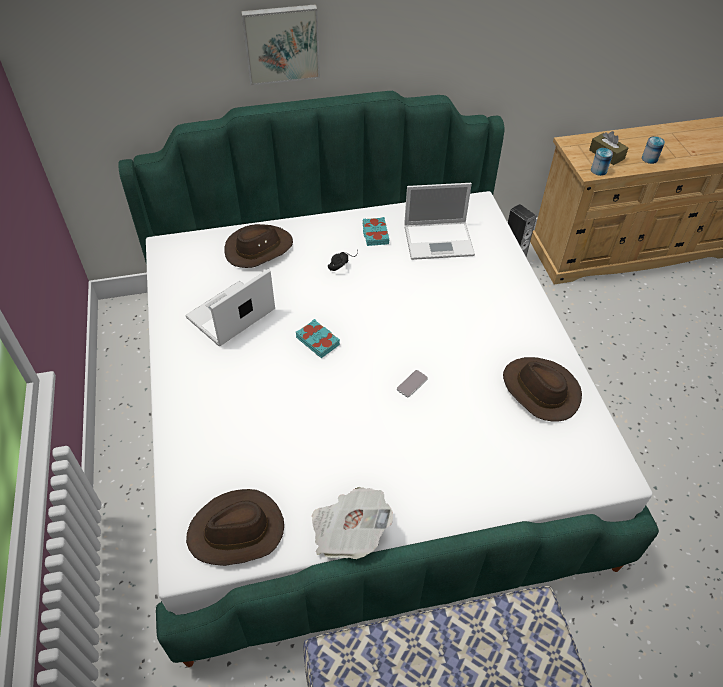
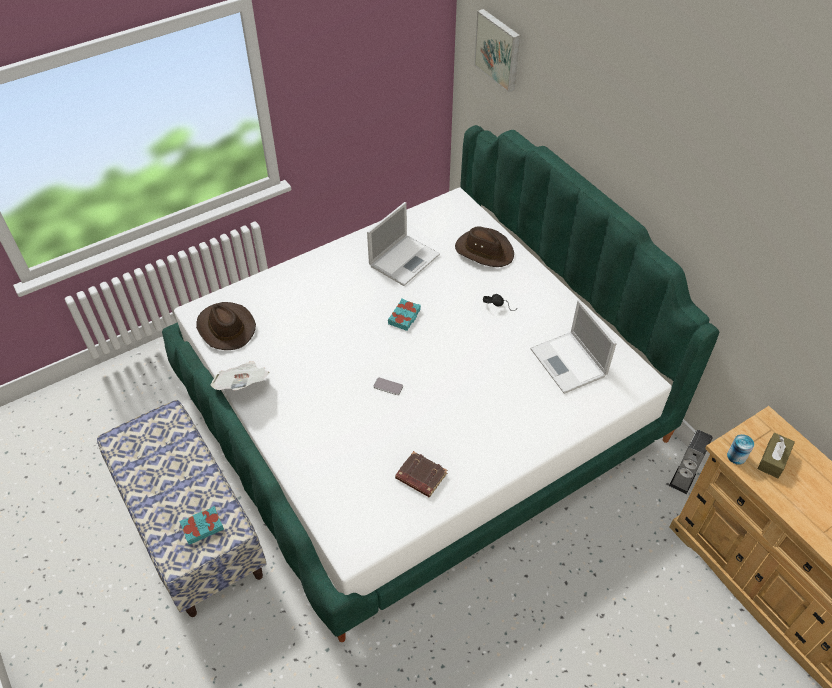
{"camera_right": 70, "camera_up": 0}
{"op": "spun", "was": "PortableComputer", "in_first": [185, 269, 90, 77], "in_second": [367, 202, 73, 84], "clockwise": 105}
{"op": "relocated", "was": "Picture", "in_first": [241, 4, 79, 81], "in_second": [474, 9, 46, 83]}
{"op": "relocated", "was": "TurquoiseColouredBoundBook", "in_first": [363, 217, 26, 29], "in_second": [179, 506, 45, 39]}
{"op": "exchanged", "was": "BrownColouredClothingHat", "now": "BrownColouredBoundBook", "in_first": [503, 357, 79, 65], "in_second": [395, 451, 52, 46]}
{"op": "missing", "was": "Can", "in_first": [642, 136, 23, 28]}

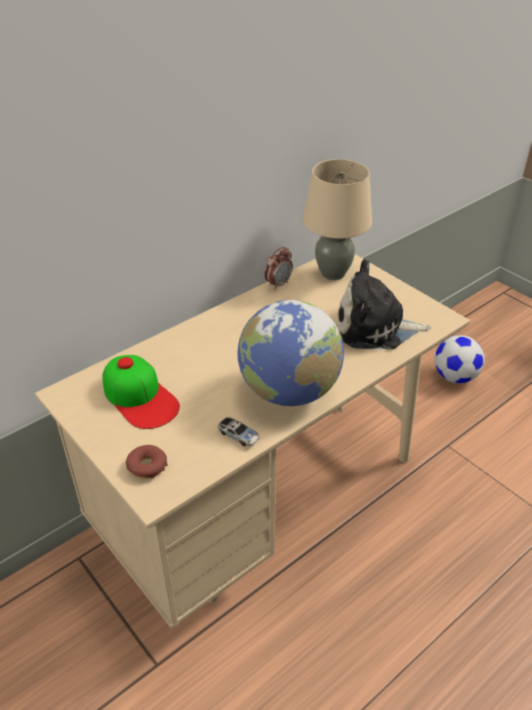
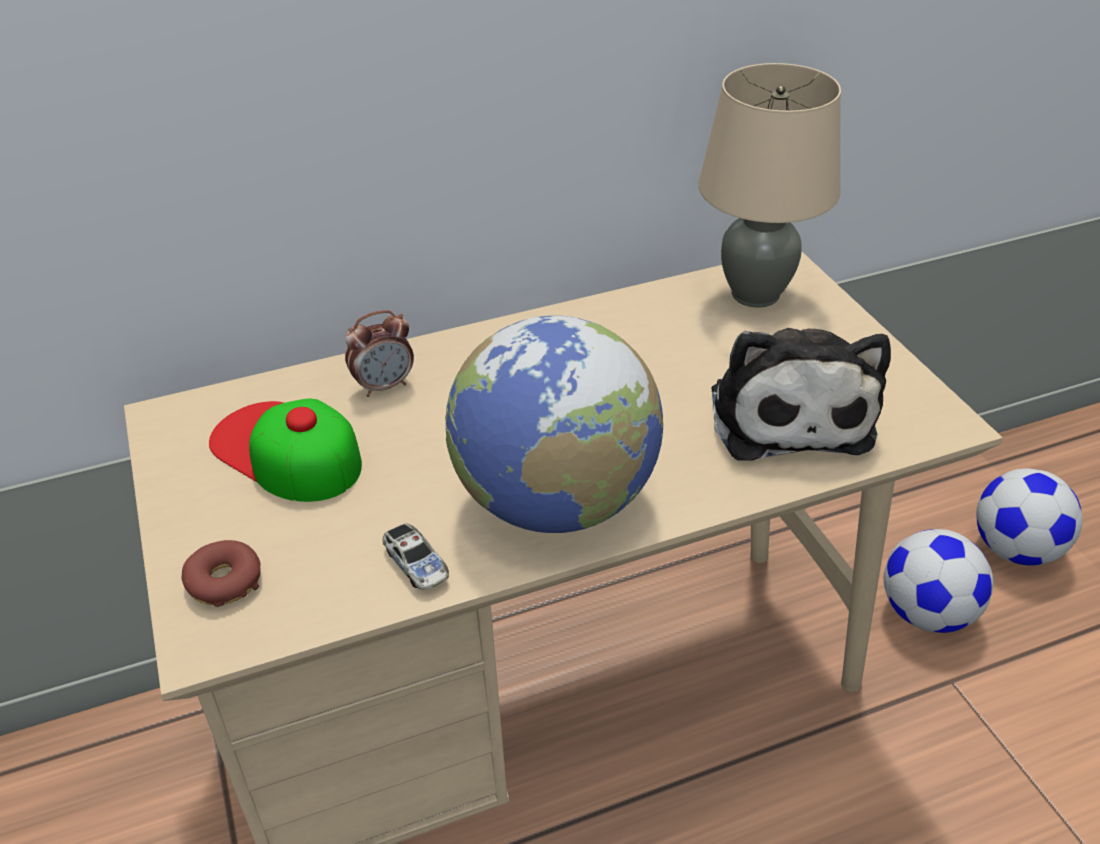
{"camera_right": 20, "camera_up": 0}
{"op": "spun", "was": "PeakedCap", "in_first": [102, 355, 78, 74], "in_second": [209, 399, 153, 103], "clockwise": 150}
{"op": "relocated", "was": "AlarmClock", "in_first": [264, 247, 29, 43], "in_second": [345, 310, 69, 87]}
{"op": "spun", "was": "CuddlyToy", "in_first": [337, 259, 94, 90], "in_second": [711, 328, 180, 133], "clockwise": -120}
{"op": "appeared", "now": "FootballBall", "in_second": [884, 529, 109, 104]}

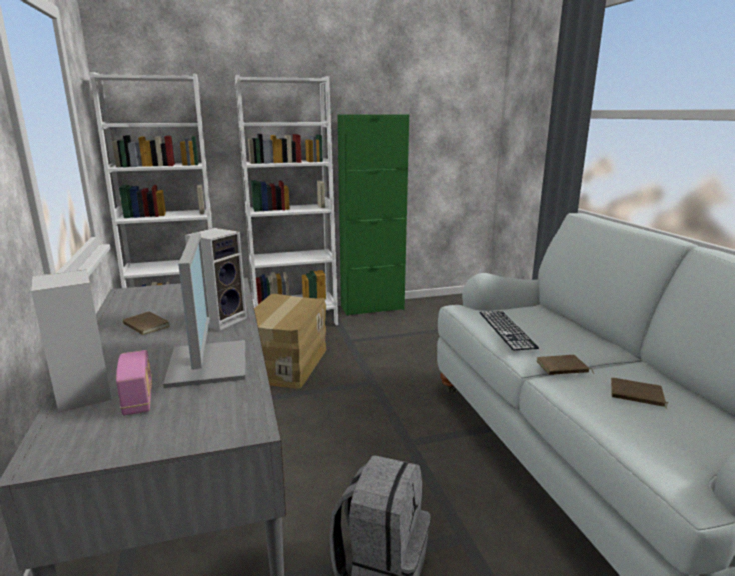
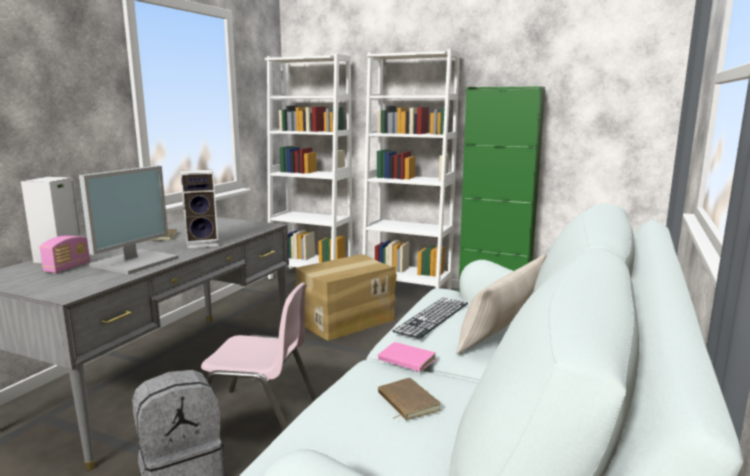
{"camera_right": 40, "camera_up": -5}
{"op": "colour", "was": "BrownColouredBoundBook", "now": "PinkishBoundBook", "in_first": [537, 355, 57, 20], "in_second": [378, 342, 58, 30]}
{"op": "appeared", "now": "PinkishUprightChair", "in_second": [201, 283, 116, 148]}
{"op": "appeared", "now": "SandColouredPillow", "in_second": [456, 254, 90, 100]}

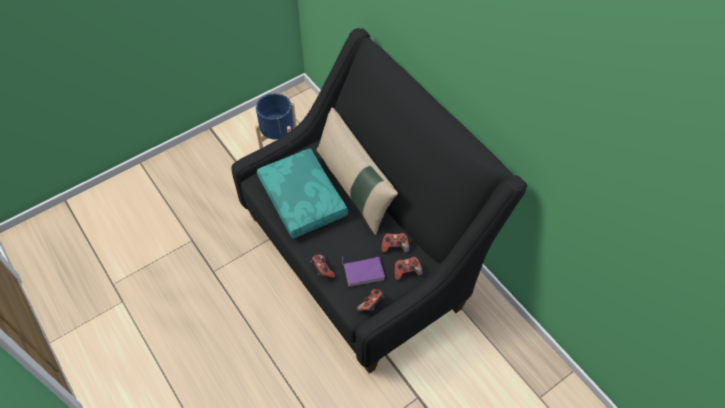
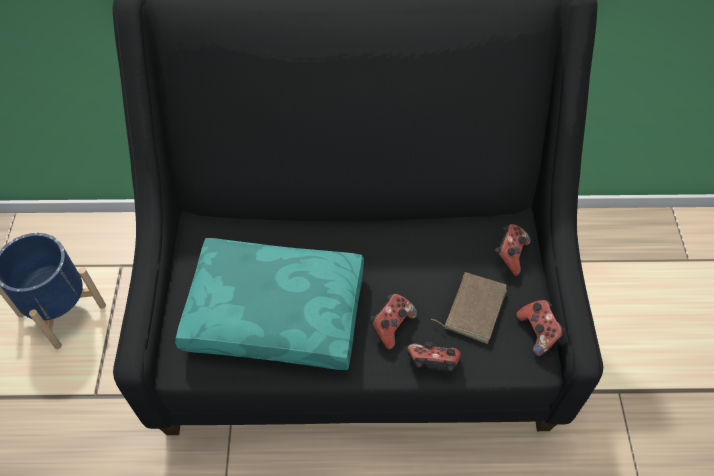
{"camera_right": -55, "camera_up": 0}
{"op": "missing", "was": "SandColouredPillow", "in_first": [317, 107, 81, 128]}
{"op": "colour", "was": "PurplishBoundBook", "now": "BrownColouredBoundBook", "in_first": [342, 257, 43, 30], "in_second": [431, 272, 76, 72]}
{"op": "relocated", "was": "GameController", "in_first": [382, 233, 27, 20], "in_second": [370, 294, 47, 56]}

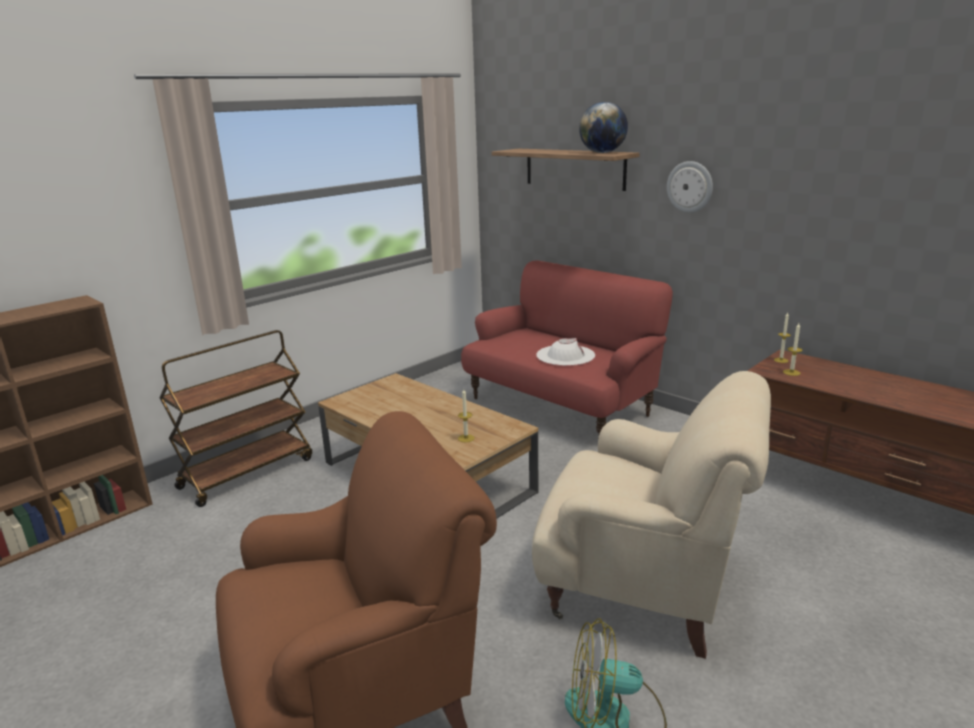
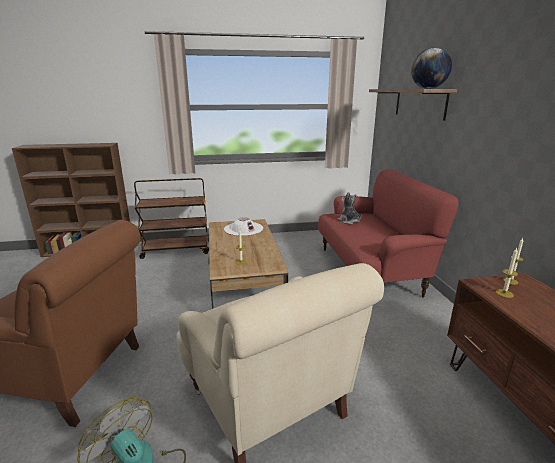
{"camera_right": 35, "camera_up": 0}
{"op": "relocated", "was": "WhiteColouredClothingHat", "in_first": [536, 338, 59, 28], "in_second": [224, 217, 39, 19]}
{"op": "missing", "was": "ClockOnTheWall", "in_first": [667, 161, 46, 52]}
{"op": "appeared", "now": "CuddlyToy", "in_second": [338, 192, 24, 32]}

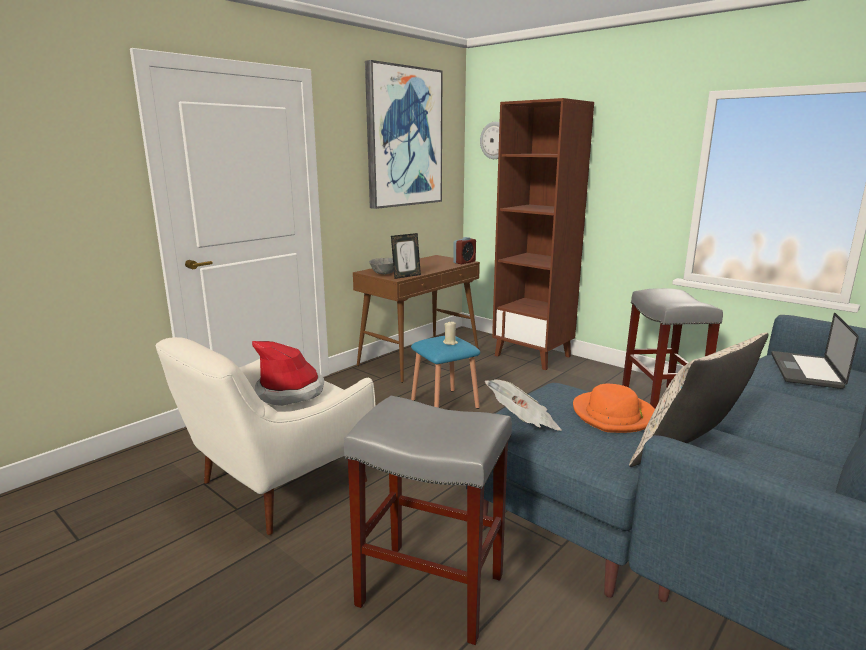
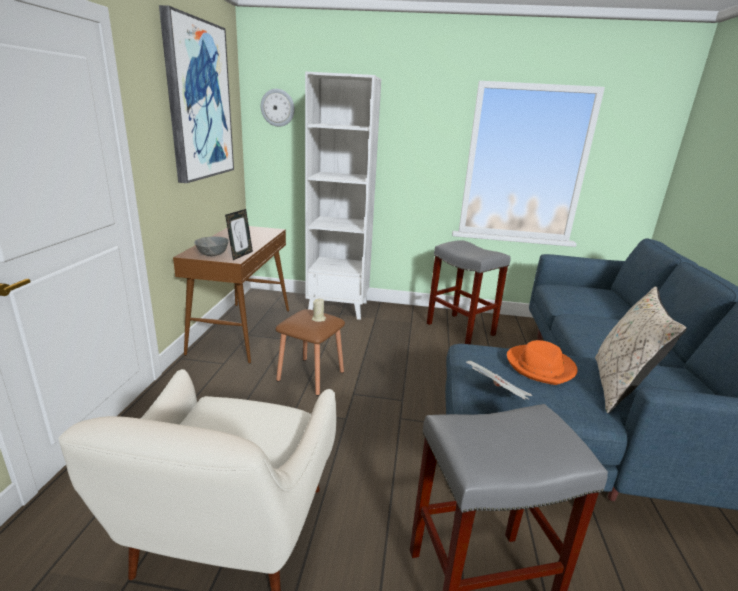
{"camera_right": -35, "camera_up": 5}
{"op": "missing", "was": "ClothingHat", "in_first": [252, 341, 72, 65]}
{"op": "colour", "was": "BlueColouredSittingStool", "now": "BrownColouredSittingStool", "in_first": [411, 336, 69, 73], "in_second": [276, 309, 69, 87]}
{"op": "missing", "was": "AlarmClock", "in_first": [453, 237, 23, 27]}
{"op": "colour", "was": "BrownColouredBookshelf", "now": "WhiteColouredBookshelf", "in_first": [492, 98, 102, 272], "in_second": [305, 72, 76, 248]}
{"op": "missing", "was": "PortableComputer", "in_first": [771, 313, 88, 76]}

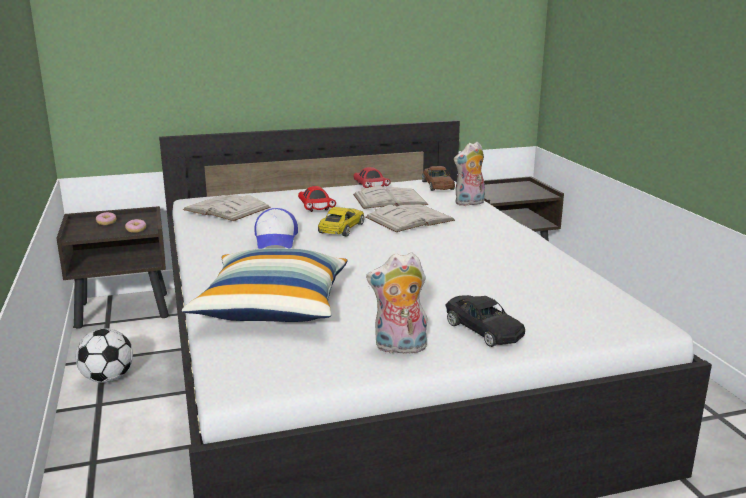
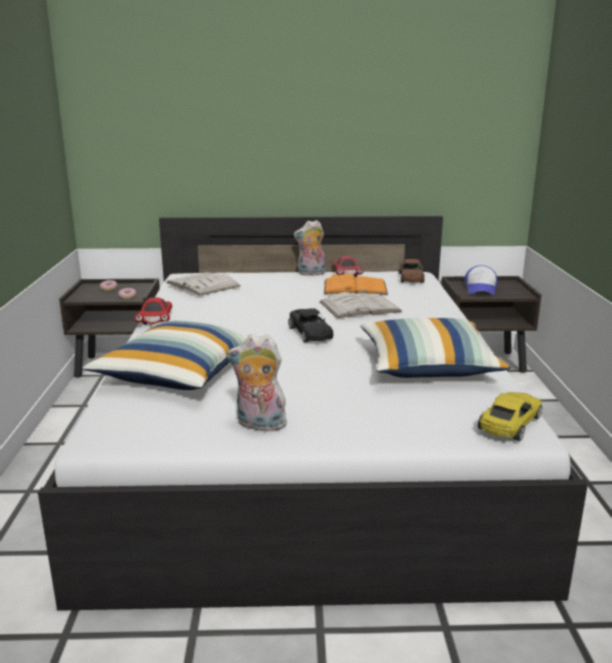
{"camera_right": 15, "camera_up": 0}
{"op": "missing", "was": "FootballBall", "in_first": [76, 328, 57, 55]}
{"op": "relocated", "was": "PeakedCap", "in_first": [254, 208, 44, 41], "in_second": [464, 265, 33, 30]}
{"op": "relocated", "was": "ReddishToyCar", "in_first": [298, 186, 38, 26], "in_second": [134, 297, 38, 28]}
{"op": "relocated", "was": "YellowColouredToyCar", "in_first": [318, 207, 46, 30], "in_second": [478, 392, 64, 49]}
{"op": "colour", "was": "WhiteColouredBoundBook", "now": "OrangeColouredBoundBook", "in_first": [353, 186, 75, 23], "in_second": [324, 274, 64, 21]}
{"op": "relocated", "was": "BlackishToyCar", "in_first": [446, 295, 79, 52], "in_second": [288, 308, 45, 34]}
{"op": "relocated", "was": "CuddlyToy", "in_first": [454, 142, 31, 64], "in_second": [294, 220, 31, 56]}
{"op": "appeared", "now": "Pillow", "in_second": [361, 318, 150, 60]}

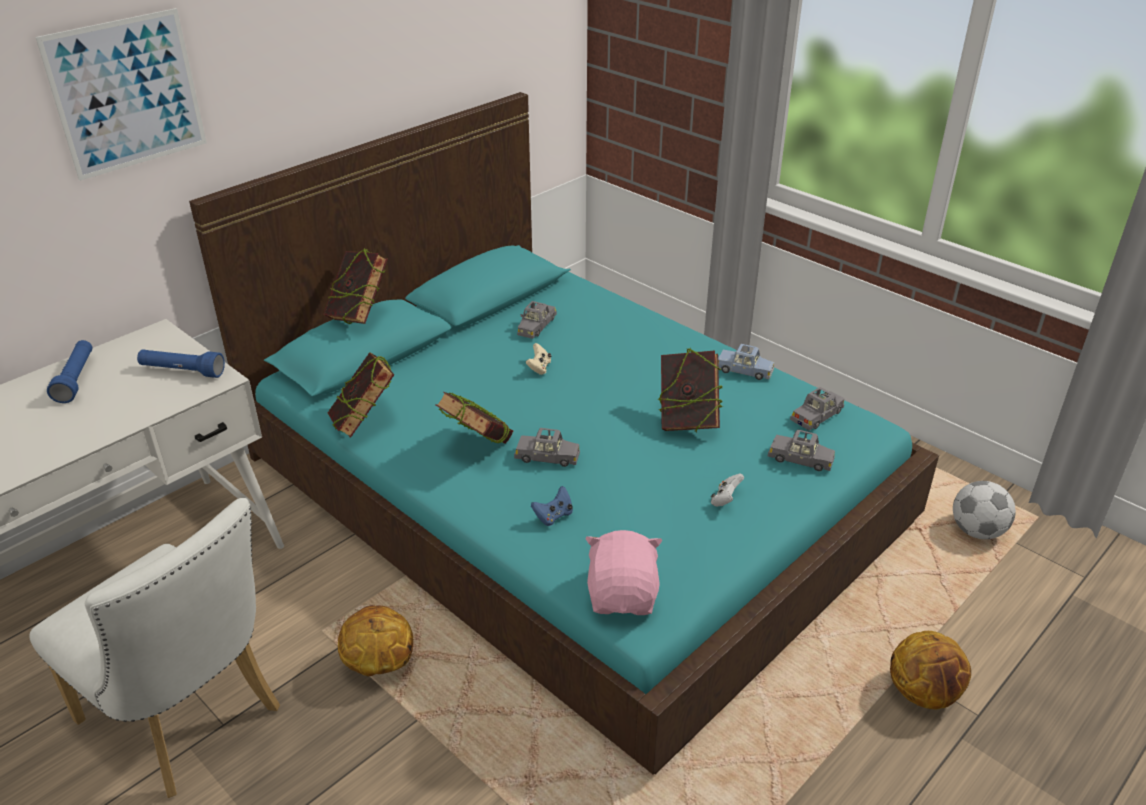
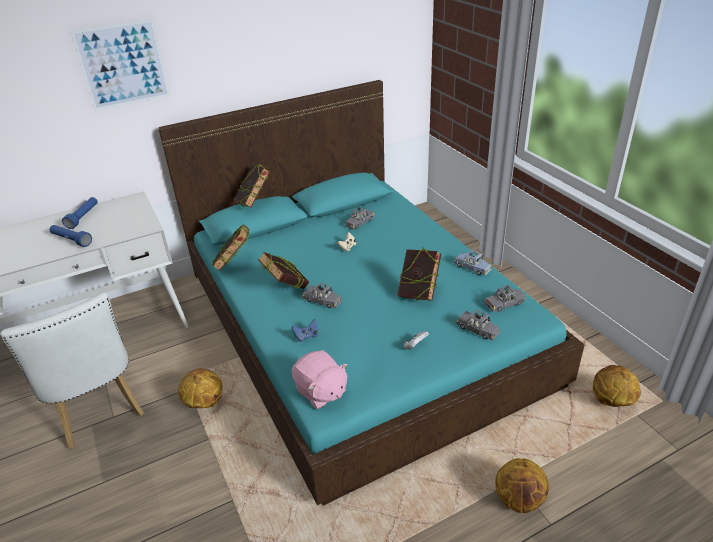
{"camera_right": 20, "camera_up": 0}
{"op": "relocated", "was": "BlueColouredTorch", "in_first": [137, 350, 88, 28], "in_second": [50, 225, 42, 22]}
{"op": "spun", "was": "PinkishCuddlyToy", "in_first": [585, 530, 78, 85], "in_second": [292, 350, 56, 59], "clockwise": 120}
{"op": "exchanged", "was": "FootballBall", "now": "BasketballBall", "in_first": [953, 481, 63, 58], "in_second": [593, 365, 48, 42]}

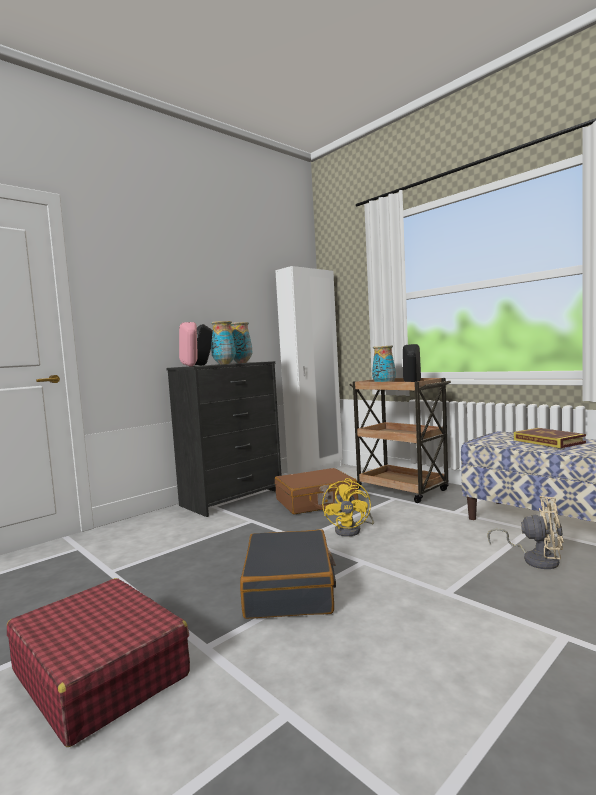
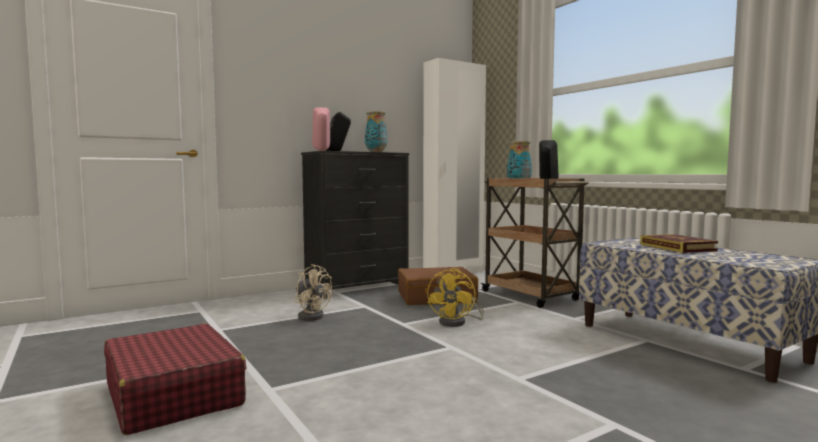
{"camera_right": 10, "camera_up": 0}
{"op": "missing", "was": "Vase", "in_first": [211, 321, 25, 44]}
{"op": "missing", "was": "BlackishSuitcase", "in_first": [240, 529, 96, 90]}
{"op": "relocated", "was": "SandColouredElectricFan", "in_first": [487, 496, 76, 73], "in_second": [295, 264, 37, 57]}

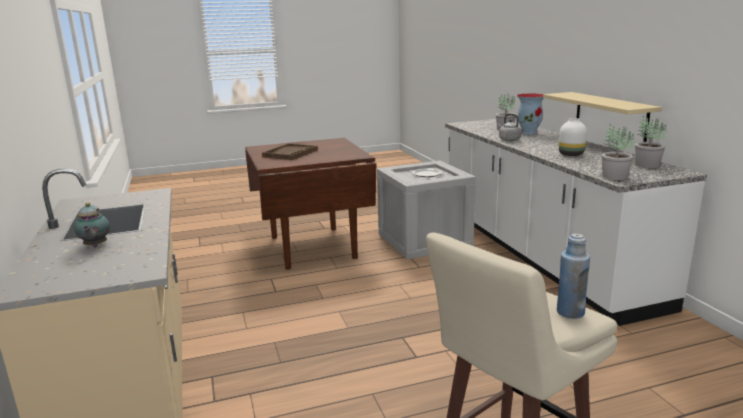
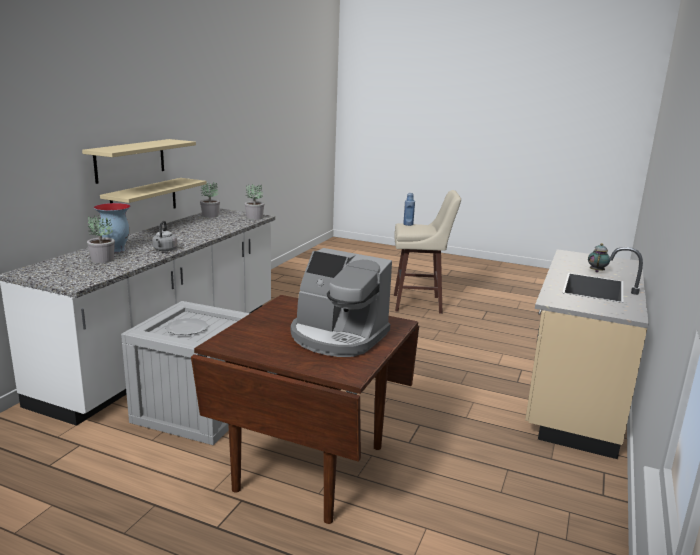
{"camera_right": -140, "camera_up": 0}
{"op": "exchanged", "was": "BrownColouredTray", "now": "CoffeeMaker", "in_first": [262, 143, 56, 17], "in_second": [291, 248, 101, 109]}
{"op": "missing", "was": "WhiteColouredVase", "in_first": [559, 118, 28, 38]}
{"op": "appeared", "now": "SandColouredWallShelf", "in_second": [82, 139, 114, 45]}

